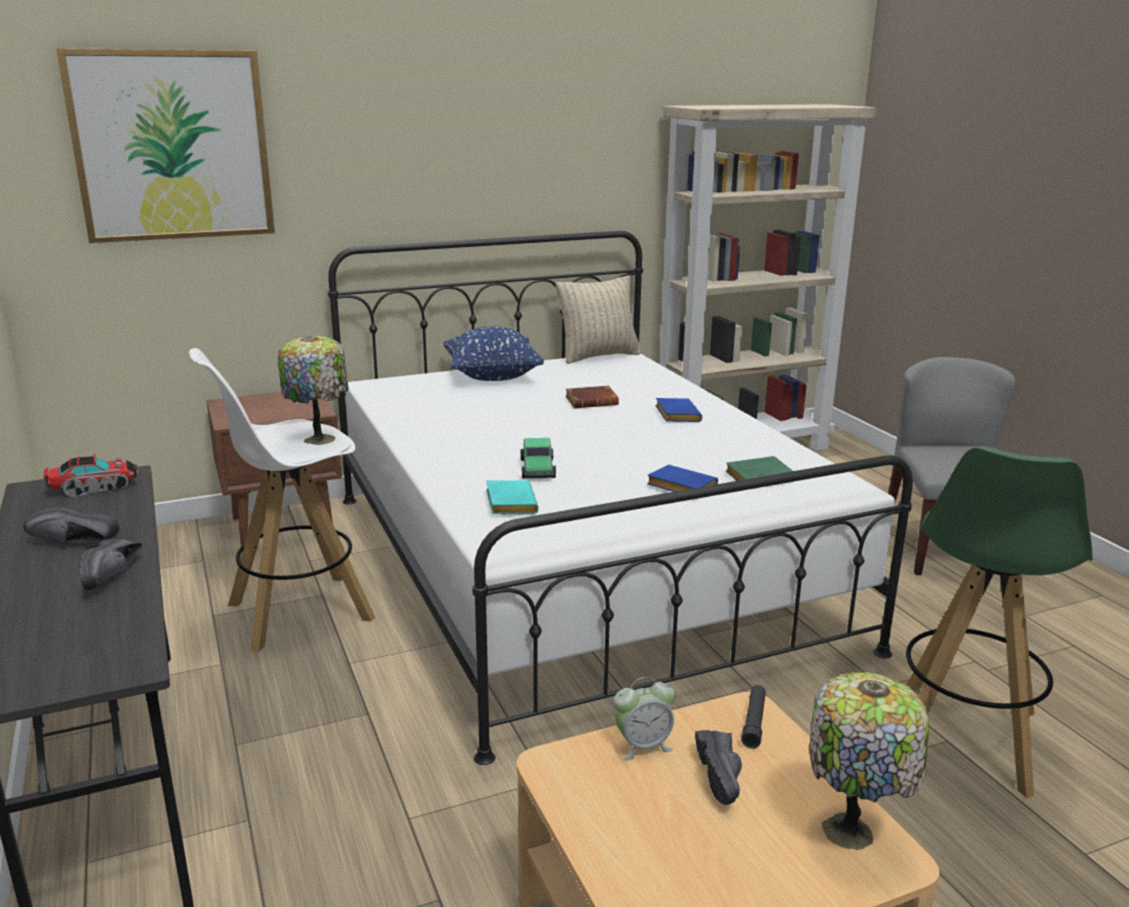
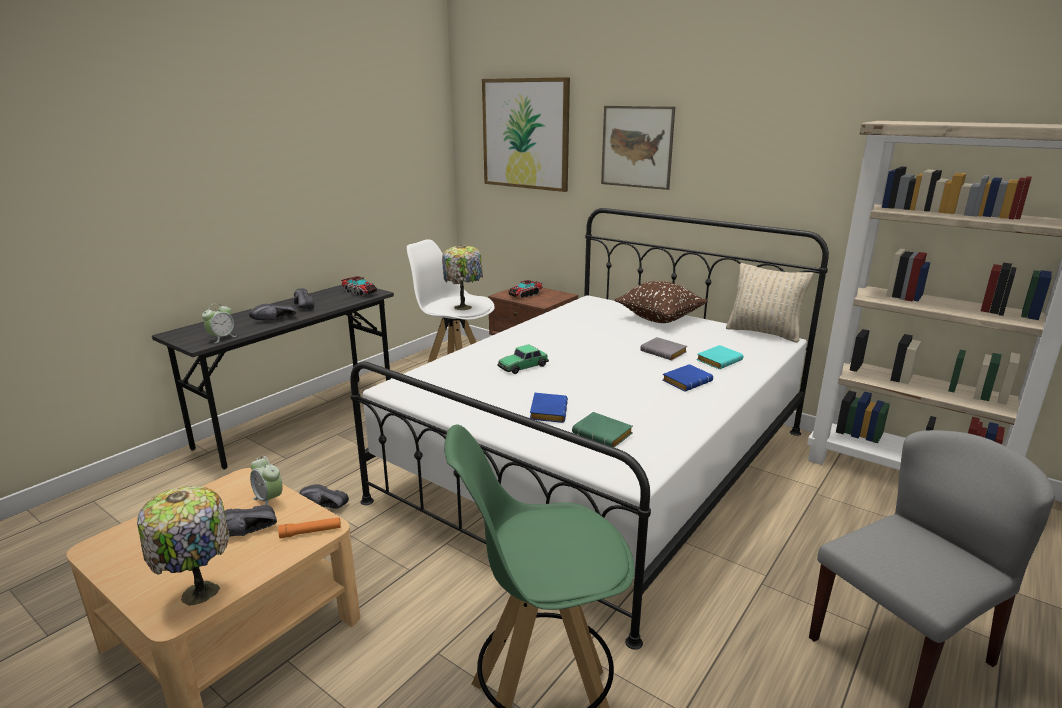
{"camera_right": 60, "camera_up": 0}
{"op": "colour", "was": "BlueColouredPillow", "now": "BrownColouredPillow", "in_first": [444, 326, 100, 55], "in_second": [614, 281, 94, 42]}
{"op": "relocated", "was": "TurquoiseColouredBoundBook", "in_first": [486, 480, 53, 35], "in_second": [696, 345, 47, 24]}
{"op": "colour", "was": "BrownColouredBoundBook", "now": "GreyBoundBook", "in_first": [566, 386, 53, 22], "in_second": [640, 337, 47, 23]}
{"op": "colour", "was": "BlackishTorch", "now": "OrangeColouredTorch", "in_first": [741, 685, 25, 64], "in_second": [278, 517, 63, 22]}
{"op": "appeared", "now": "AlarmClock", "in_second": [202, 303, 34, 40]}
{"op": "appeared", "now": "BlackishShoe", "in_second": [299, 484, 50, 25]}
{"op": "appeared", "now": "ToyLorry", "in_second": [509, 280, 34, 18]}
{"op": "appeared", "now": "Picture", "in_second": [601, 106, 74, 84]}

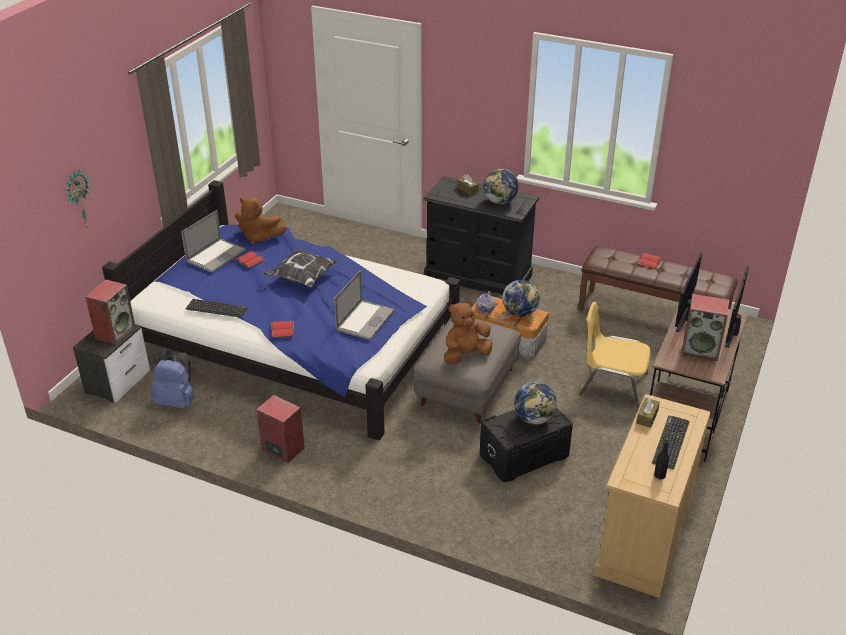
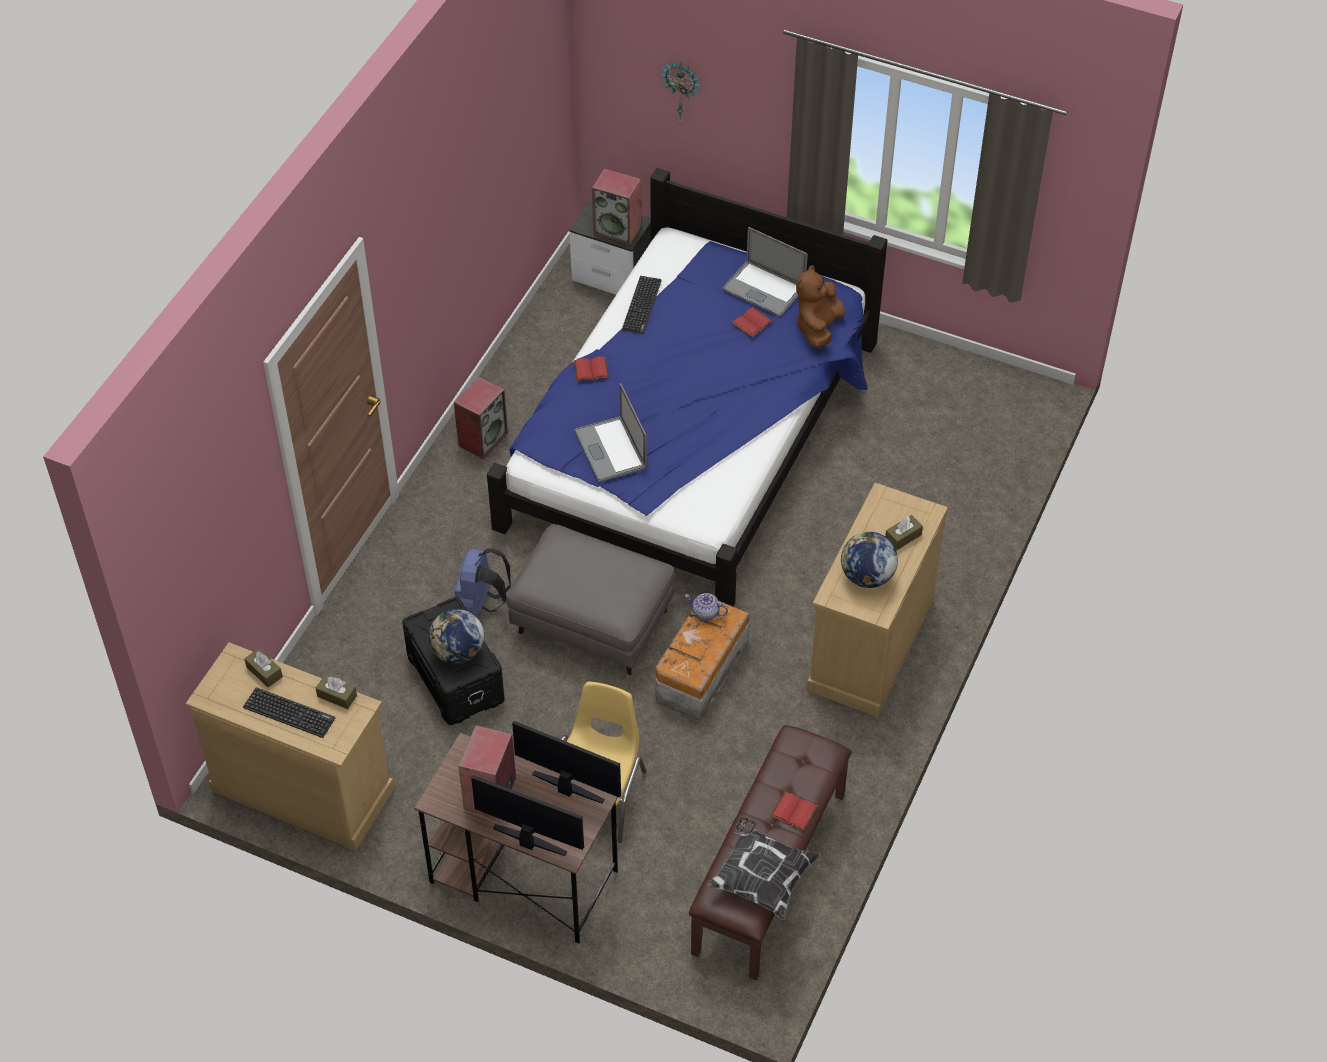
{"camera_right": 90, "camera_up": 15}
{"op": "relocated", "was": "BlueColouredKnapsack", "in_first": [151, 350, 43, 59], "in_second": [455, 548, 56, 67]}
{"op": "relocated", "was": "Pillow", "in_first": [264, 248, 75, 39], "in_second": [707, 817, 113, 103]}
{"op": "spun", "was": "PortableComputer", "in_first": [334, 270, 61, 70], "in_second": [574, 383, 73, 99], "clockwise": 45}
{"op": "colour", "was": "BlackishDresser", "now": "SandColouredDresser", "in_first": [423, 176, 116, 119], "in_second": [806, 483, 142, 234]}
{"op": "missing", "was": "BrownColouredCuddlyToy", "in_first": [444, 300, 49, 64]}
{"op": "missing", "was": "Globe", "in_first": [503, 280, 37, 37]}
{"op": "missing", "was": "BlackishDrinkBottle", "in_first": [654, 438, 15, 41]}
{"op": "appeared", "now": "BrownColouredTissueBox", "in_second": [244, 648, 39, 39]}

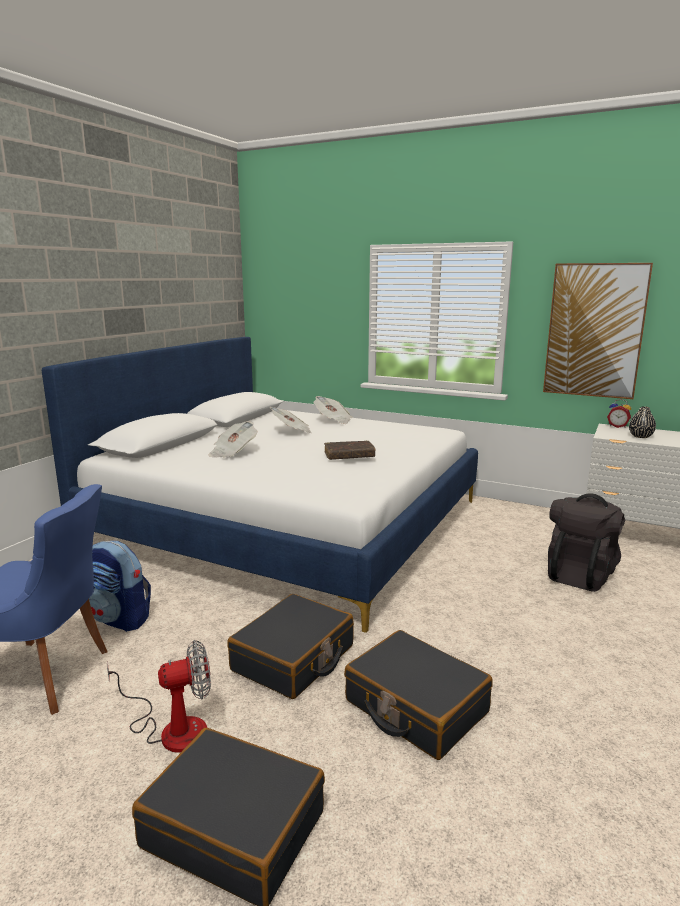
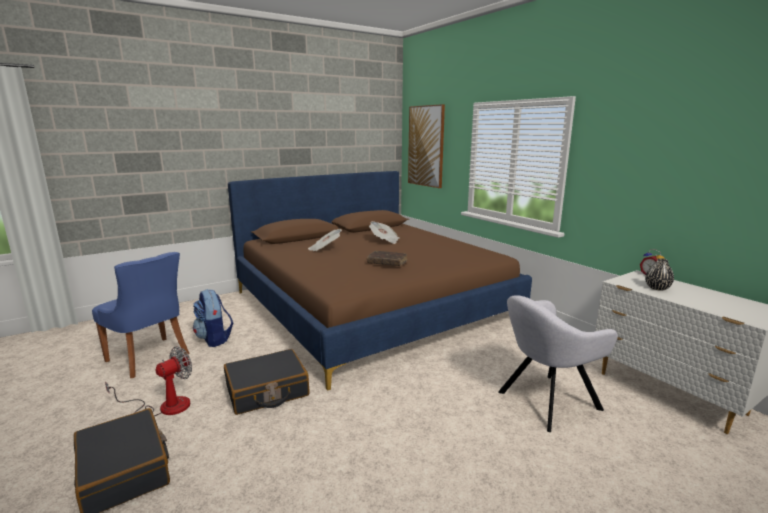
{"camera_right": 30, "camera_up": 0}
{"op": "colour", "was": "WhiteColouredSleepingBed", "now": "BrownColouredSleepingBed", "in_first": [41, 337, 437, 296], "in_second": [228, 171, 304, 219]}
{"op": "spun", "was": "ElectricFan", "in_first": [107, 640, 104, 113], "in_second": [105, 347, 87, 69], "clockwise": -60}
{"op": "missing", "was": "Newspaper", "in_first": [314, 396, 38, 28]}
{"op": "missing", "was": "BlackishSuitcase", "in_first": [344, 630, 149, 130]}
{"op": "relocated", "was": "Picture", "in_first": [543, 263, 110, 136], "in_second": [408, 104, 37, 84]}
{"op": "exchanged", "was": "BlackishKnapsack", "now": "GreyArmchair", "in_first": [548, 493, 77, 99], "in_second": [498, 295, 120, 137]}

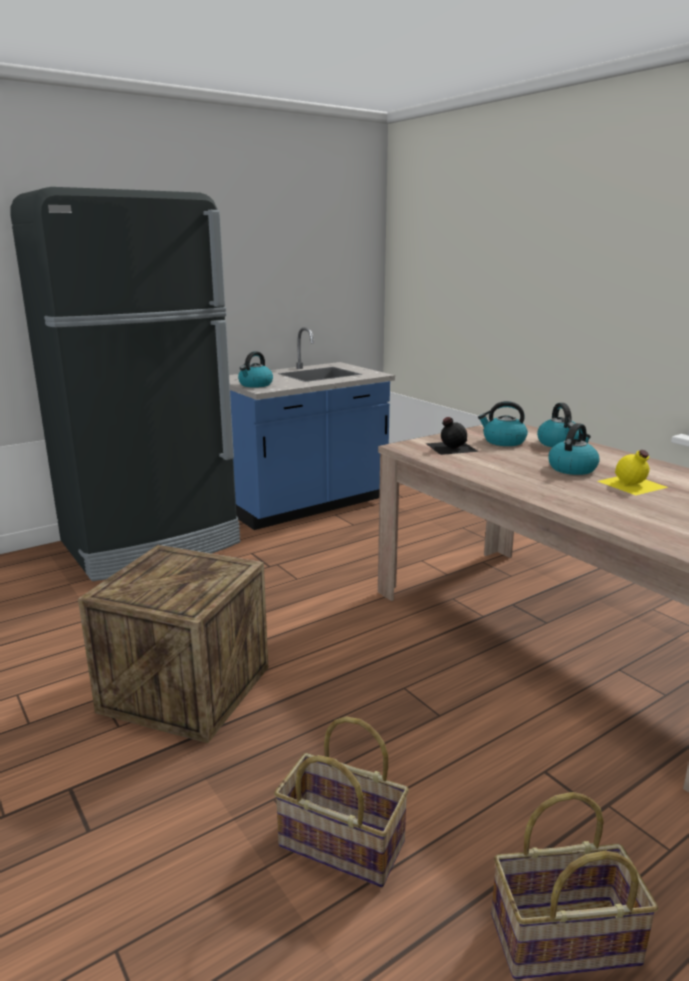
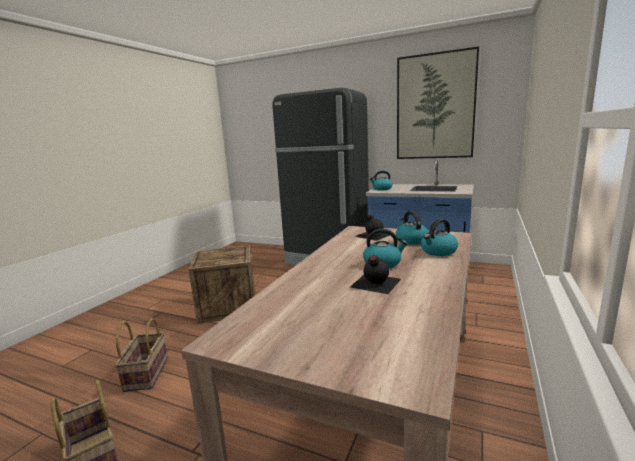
{"camera_right": 60, "camera_up": -5}
{"op": "colour", "was": "YellowColouredDrinkBottle", "now": "BlackishDrinkBottle", "in_first": [598, 450, 70, 45], "in_second": [350, 255, 51, 39]}
{"op": "appeared", "now": "Picture", "in_second": [397, 46, 82, 113]}

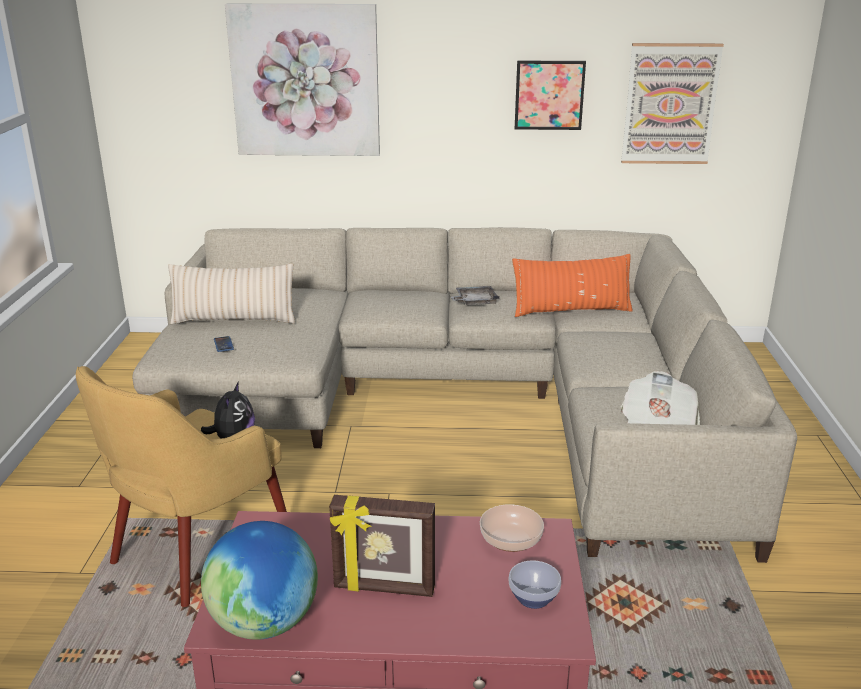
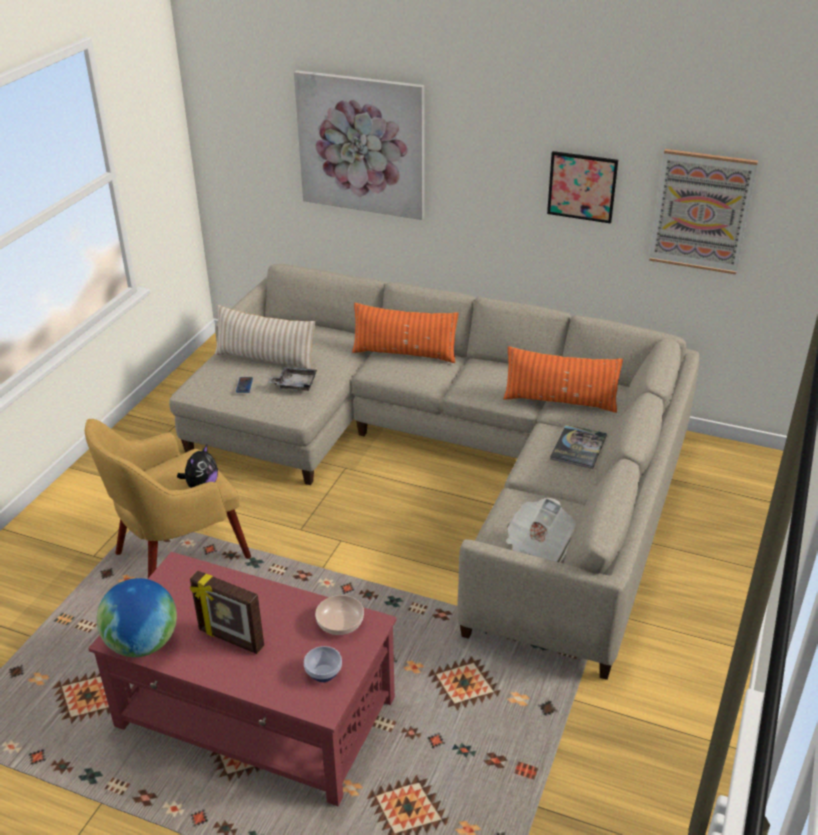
{"camera_right": 20, "camera_up": 10}
{"op": "relocated", "was": "GreyTray", "in_first": [450, 286, 50, 19], "in_second": [268, 367, 49, 24]}
{"op": "appeared", "now": "OrangeColouredPillow", "in_second": [352, 303, 107, 60]}
{"op": "appeared", "now": "BoundBook", "in_second": [550, 425, 57, 44]}

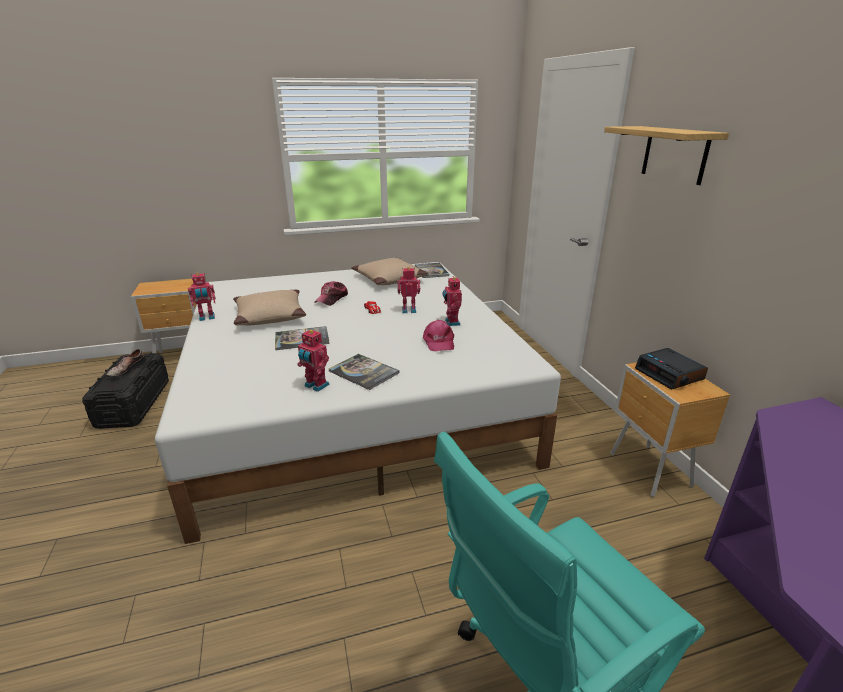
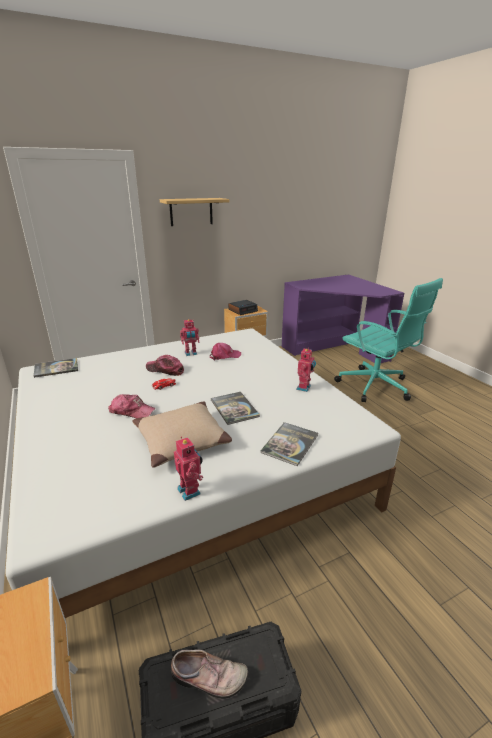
{"camera_right": -100, "camera_up": 0}
{"op": "relocated", "was": "BoundBook", "in_first": [329, 354, 71, 36], "in_second": [260, 422, 58, 44]}
{"op": "missing", "was": "SandColouredPillow", "in_first": [351, 258, 77, 27]}
{"op": "exchanged", "was": "RobotFigure", "now": "PeakedCap", "in_first": [397, 267, 23, 46], "in_second": [146, 355, 38, 21]}

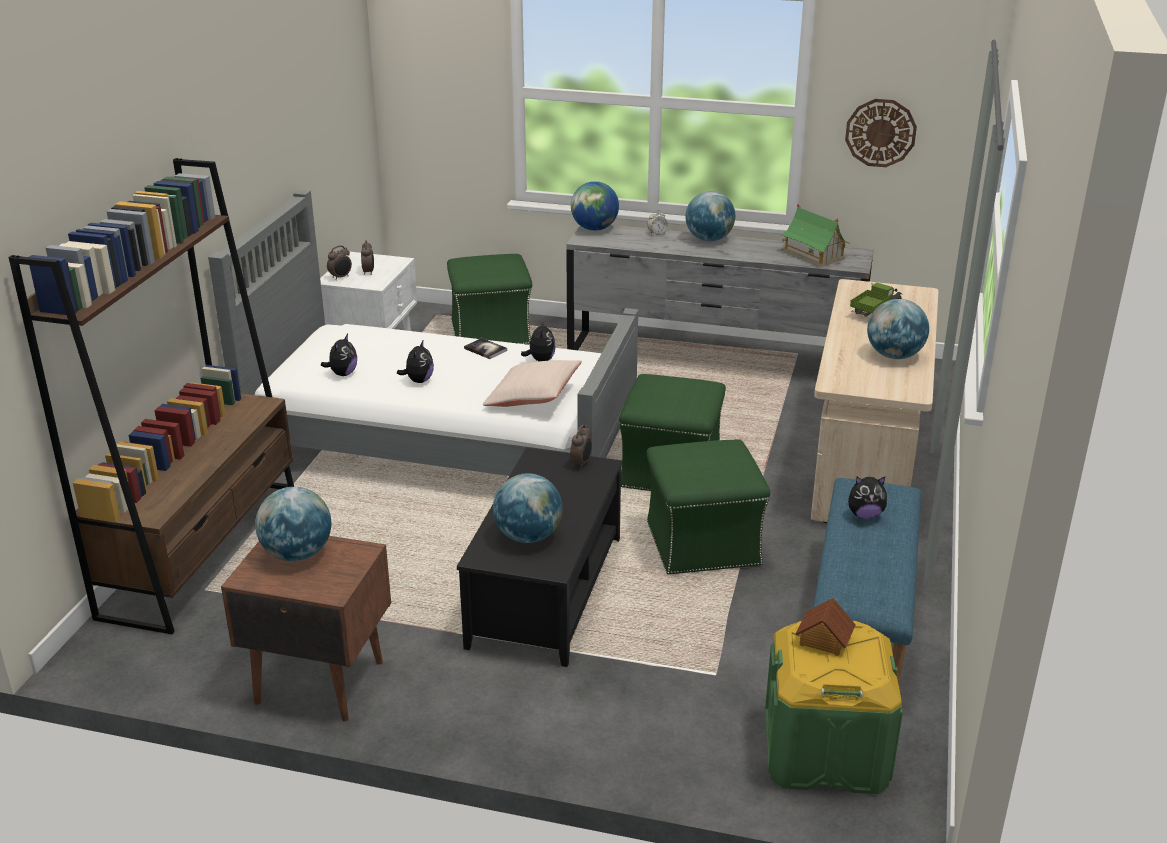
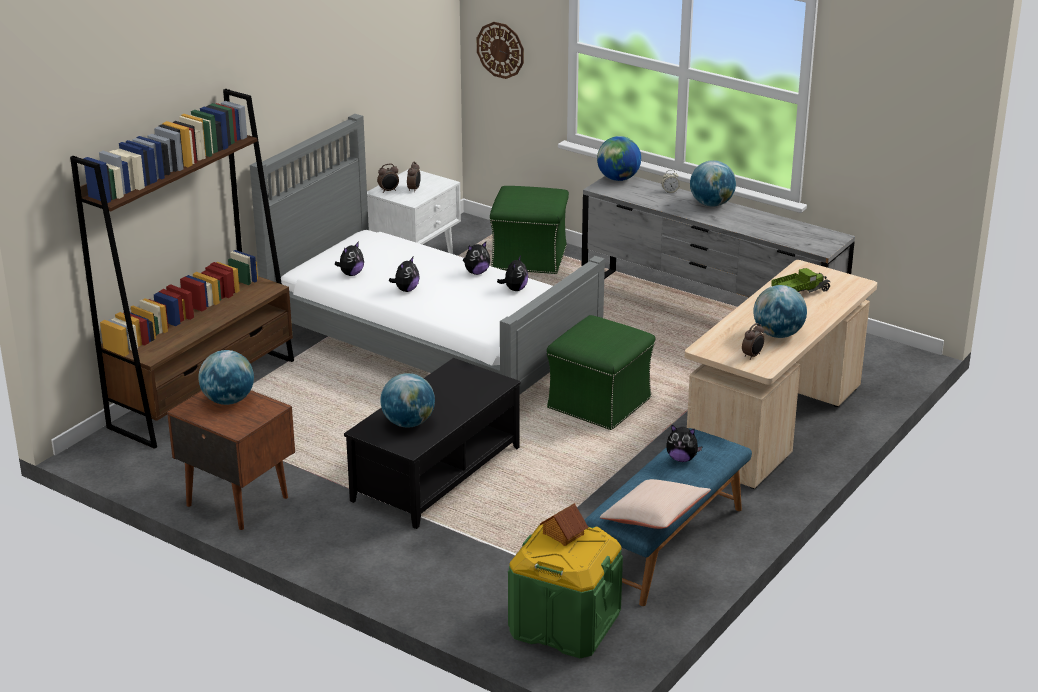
{"camera_right": 20, "camera_up": 0}
{"op": "exchanged", "was": "BoundBook", "now": "CuddlyToy", "in_first": [464, 338, 43, 21], "in_second": [463, 242, 27, 33]}
{"op": "relocated", "was": "SandColouredPillow", "in_first": [483, 360, 99, 47], "in_second": [600, 479, 111, 50]}
{"op": "relocated", "was": "AlarmClock", "in_first": [570, 425, 22, 44], "in_second": [742, 323, 22, 37]}
{"op": "missing", "was": "GreenOttoman", "in_first": [646, 439, 124, 135]}
{"op": "missing", "was": "MiniatureHouse", "in_first": [780, 203, 71, 64]}
{"op": "relocated", "was": "ClockOnTheWall", "in_first": [845, 99, 72, 68], "in_second": [477, 22, 47, 57]}

